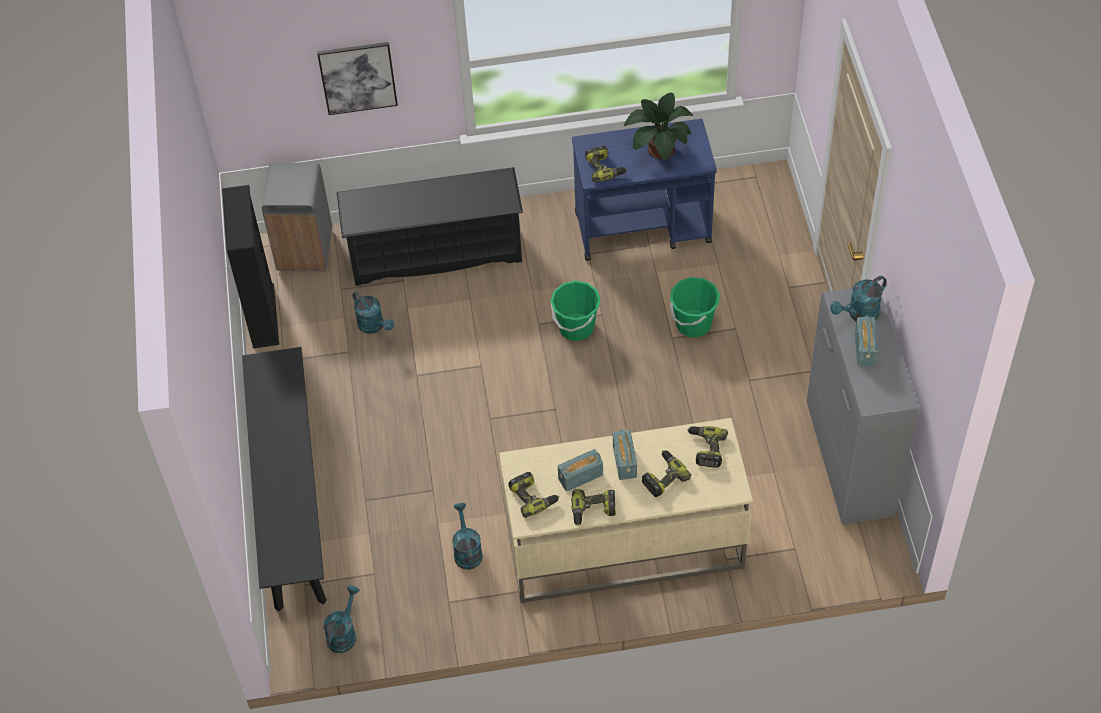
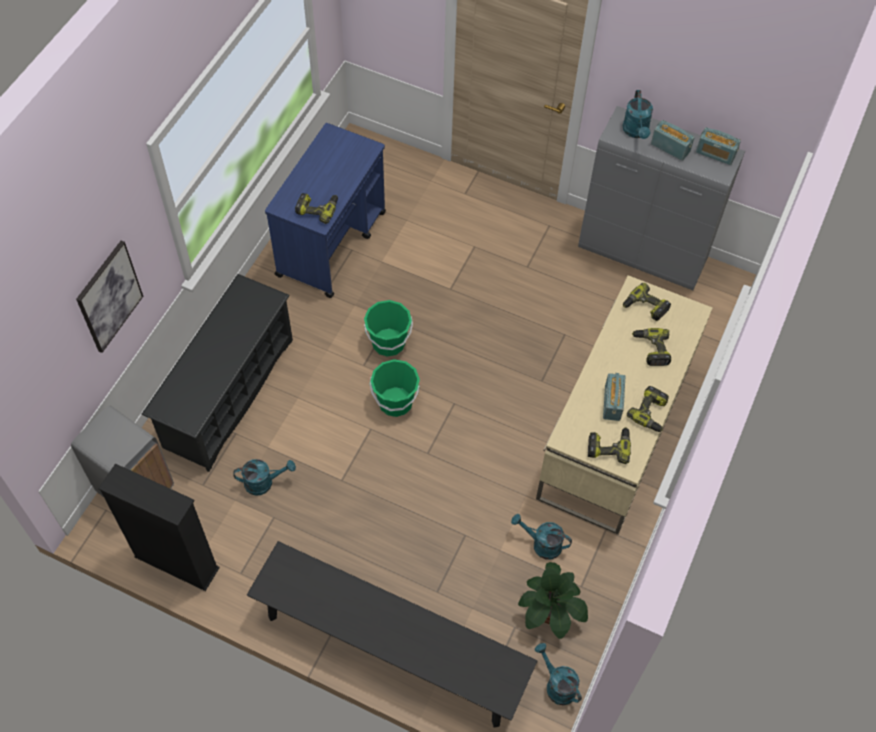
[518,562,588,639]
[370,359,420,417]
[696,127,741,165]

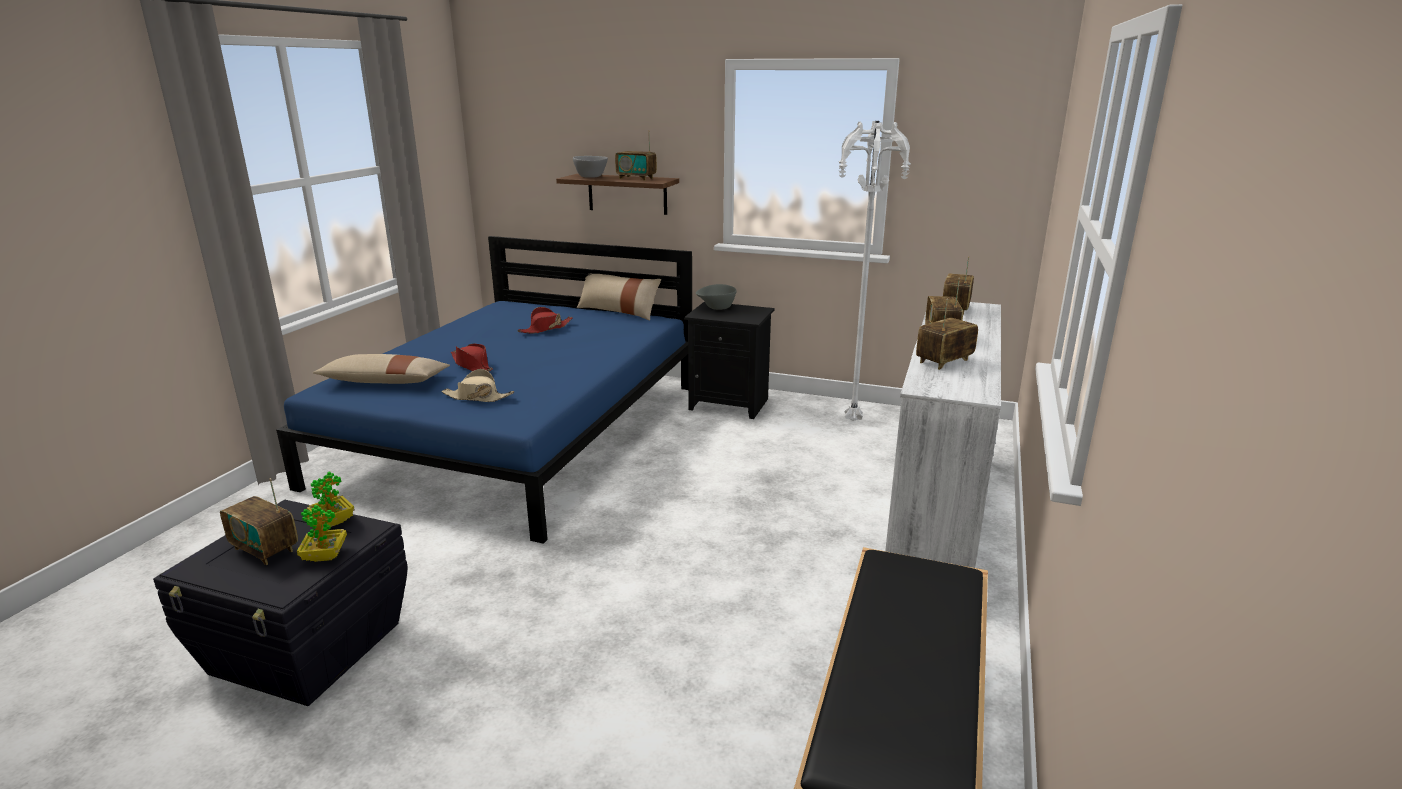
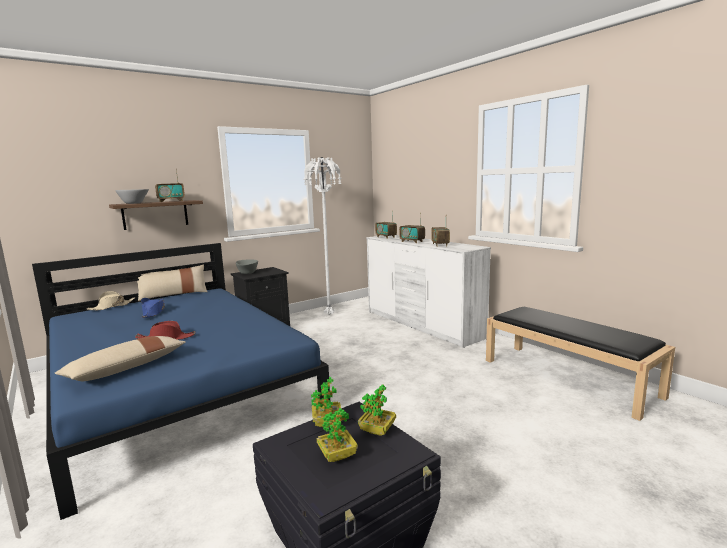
[141,298,165,318]
[86,291,135,310]
[317,408,358,462]

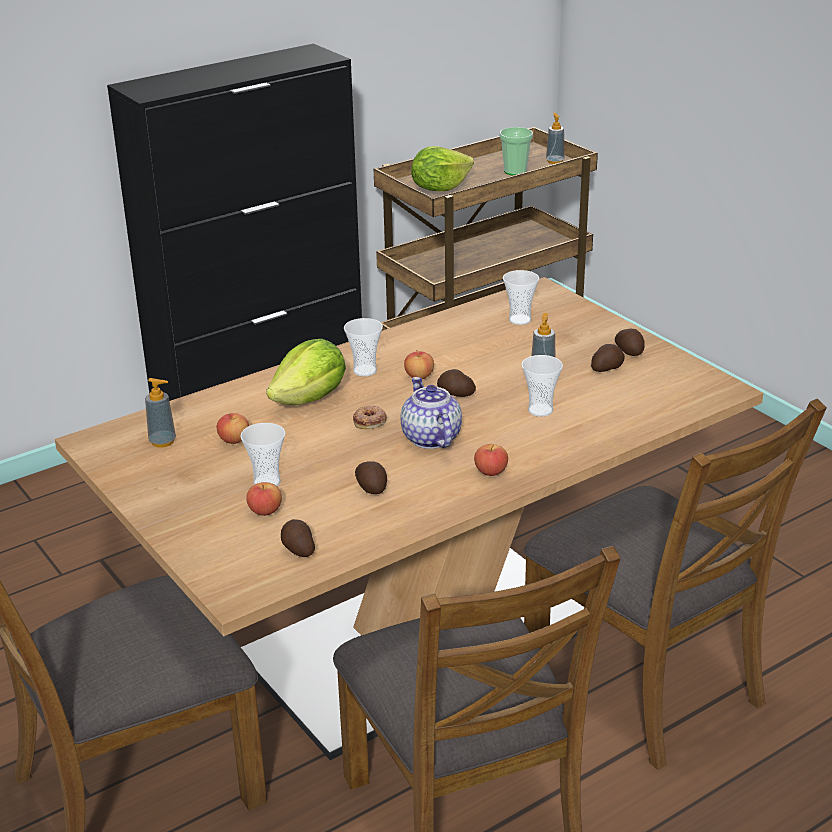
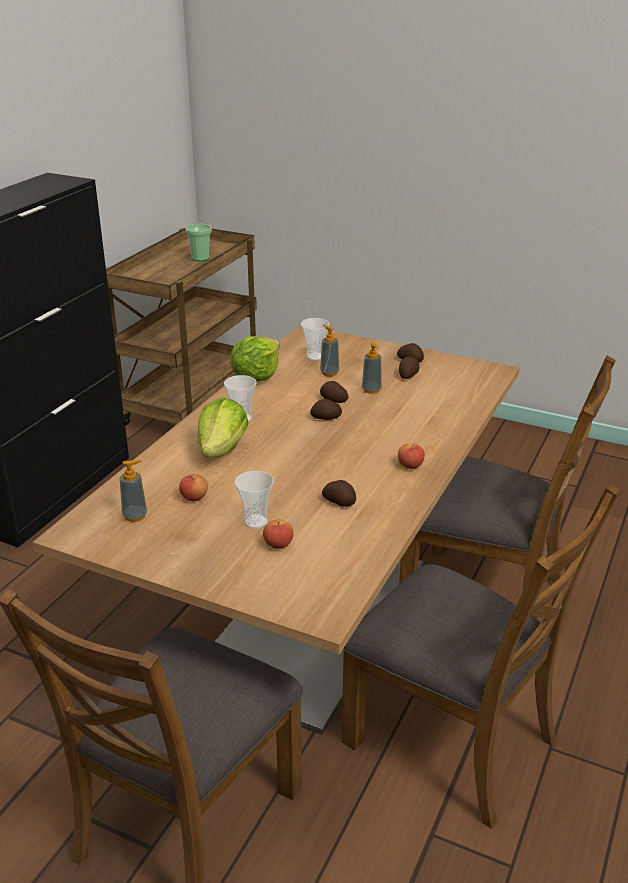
[320,325,339,377]
[230,336,280,381]
[404,350,434,379] (first image)
[522,355,563,417] (first image)
[401,377,462,449] (first image)
[353,405,387,429] (first image)
[320,381,349,403]

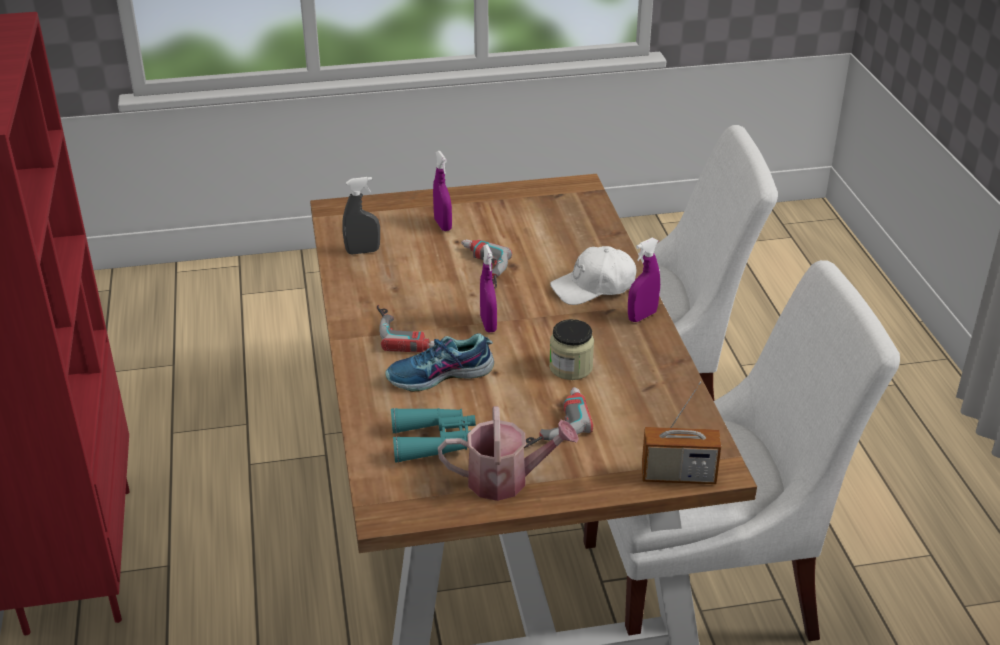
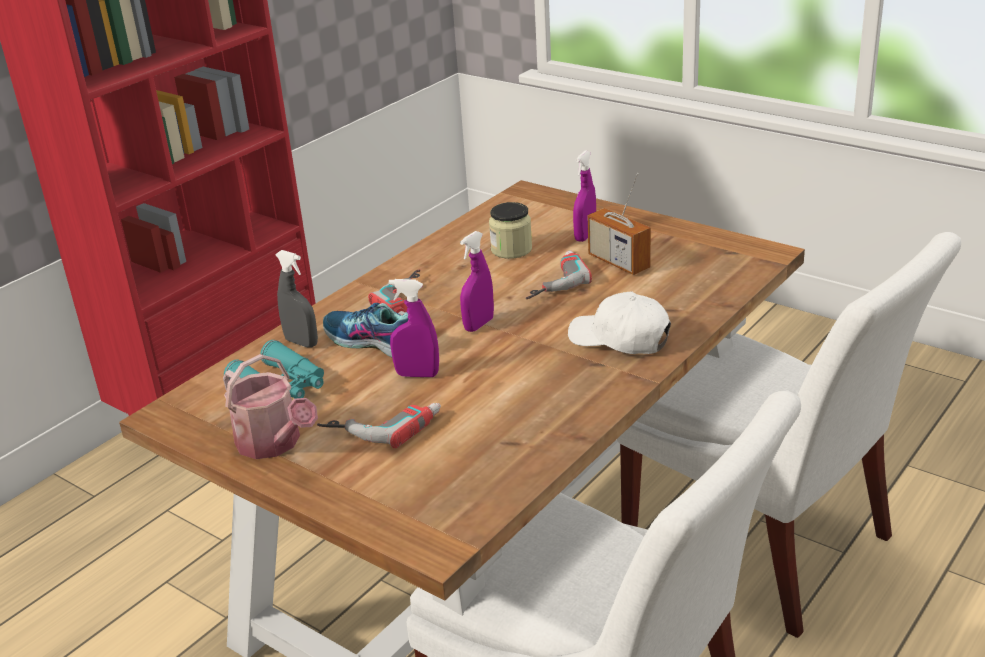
[275,250,318,347]
[389,279,439,377]
[489,202,532,259]
[588,173,651,275]

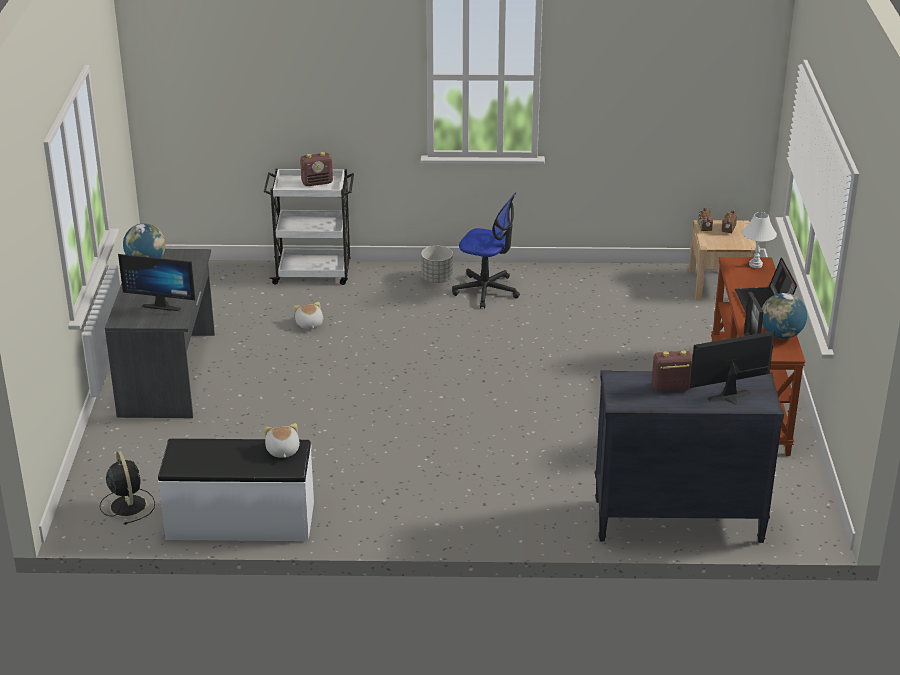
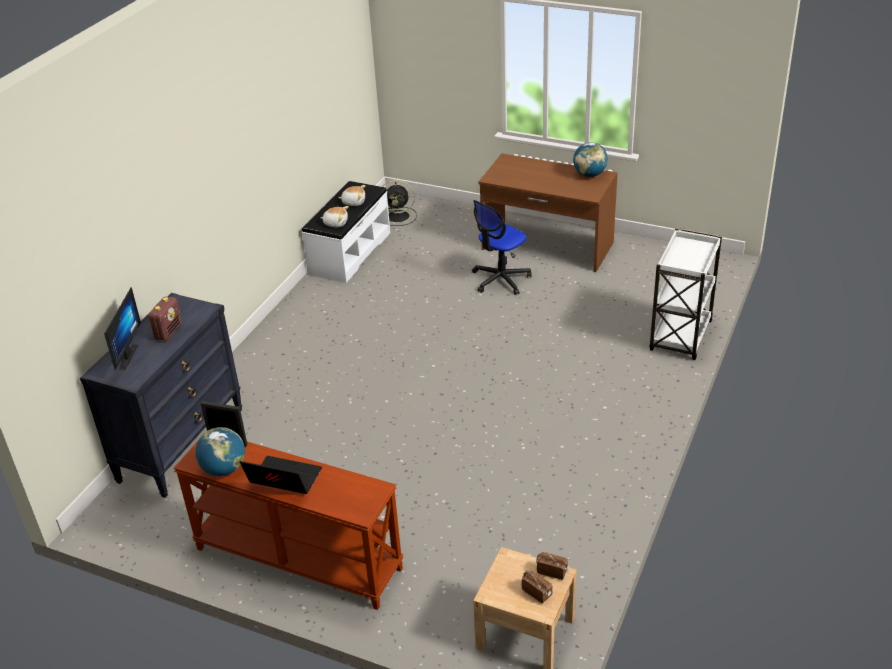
[300,152,333,186] (first image)
[472,200,532,295]
[742,212,777,268] (first image)
[421,246,453,283] (first image)
[478,153,618,272]
[118,254,195,311] (first image)
[339,185,366,206]

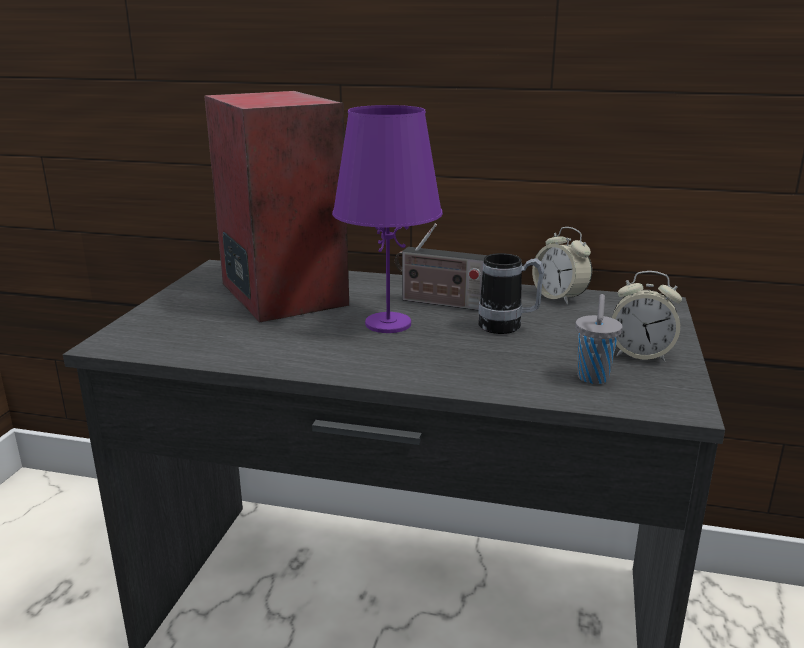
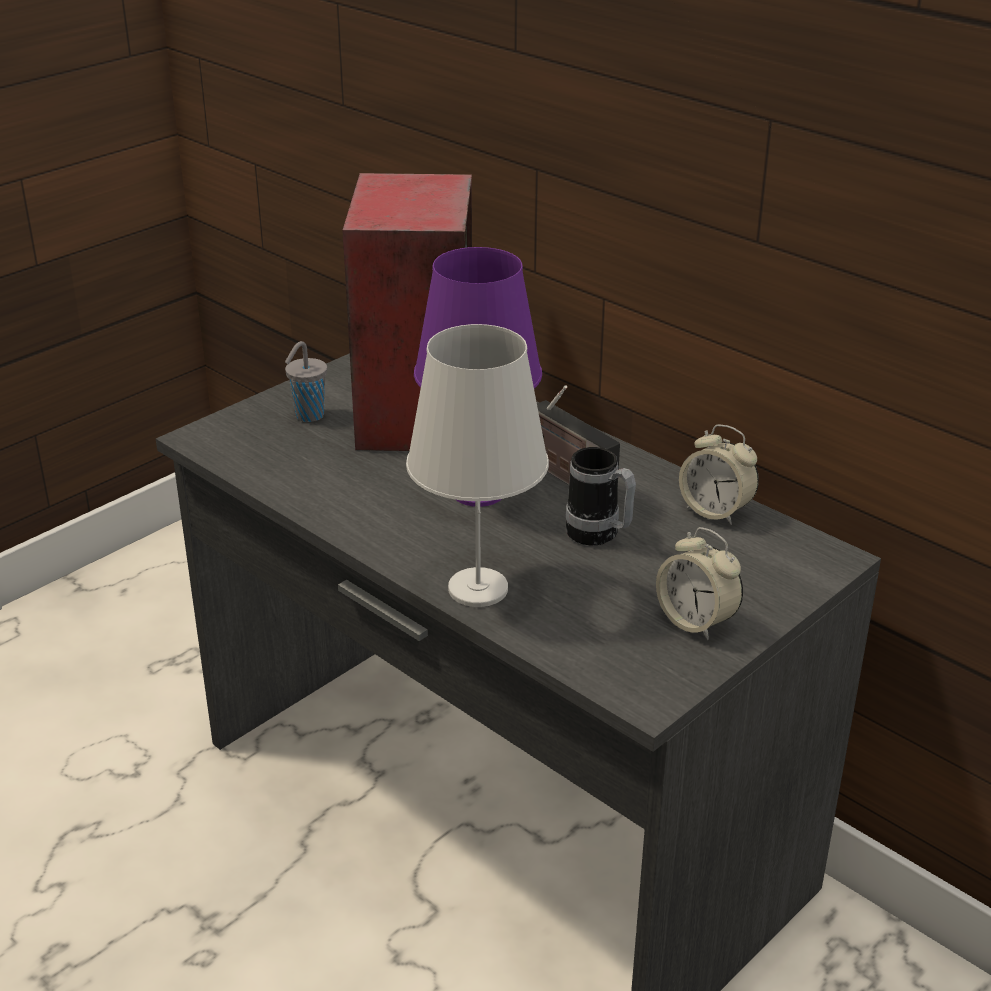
[679,425,759,525]
[285,341,327,422]
[406,324,549,607]

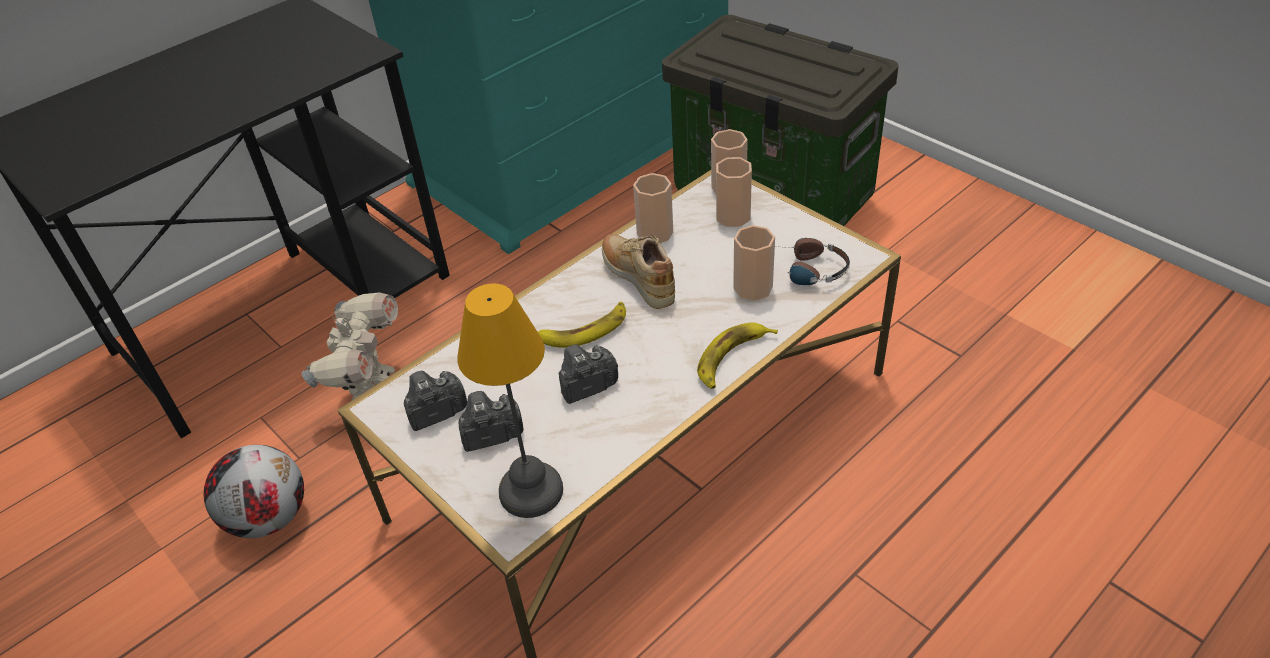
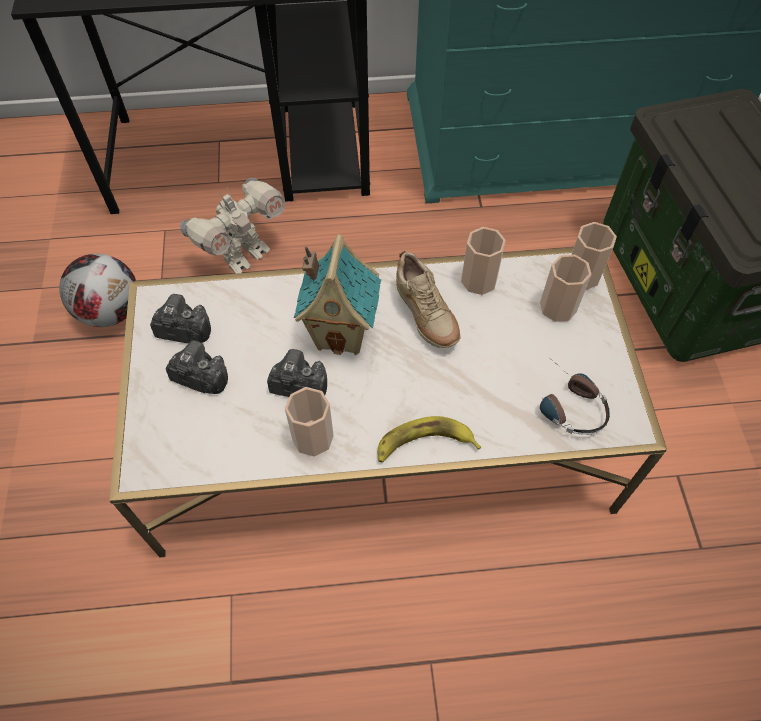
[285,387,334,456]
[396,250,461,348]
[458,283,563,518] (first image)
[294,234,381,355]

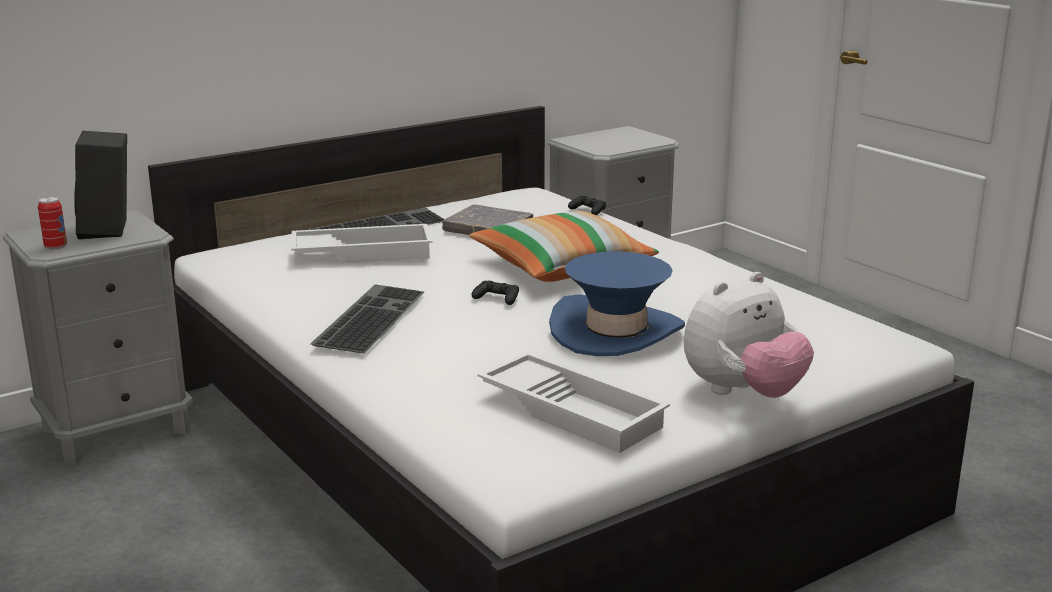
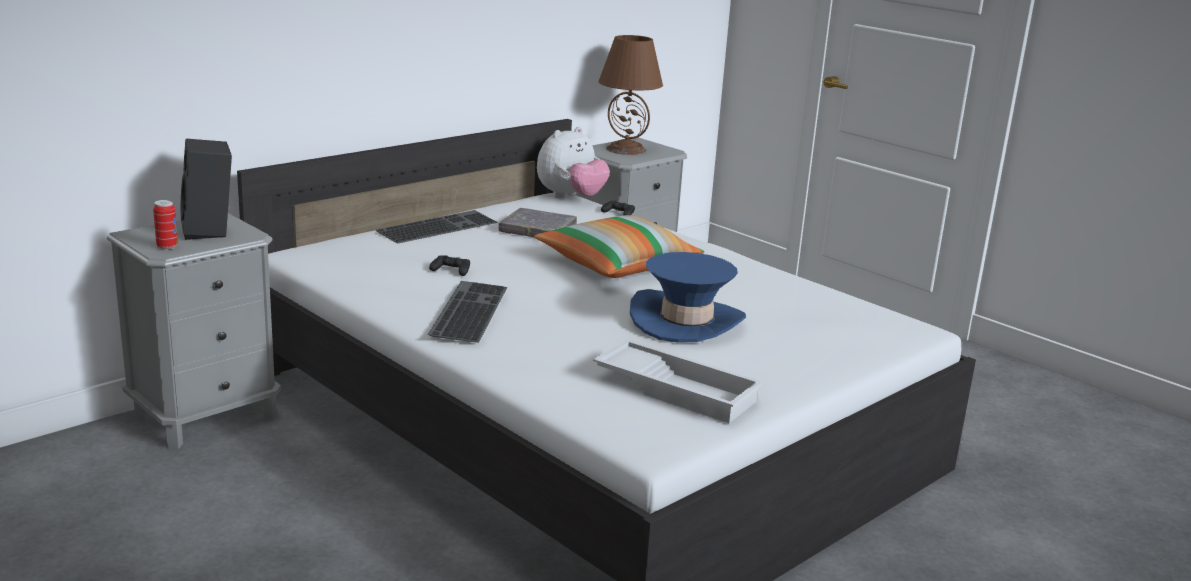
[291,224,432,263] (first image)
[537,127,610,198]
[429,255,470,276]
[599,35,663,155]

